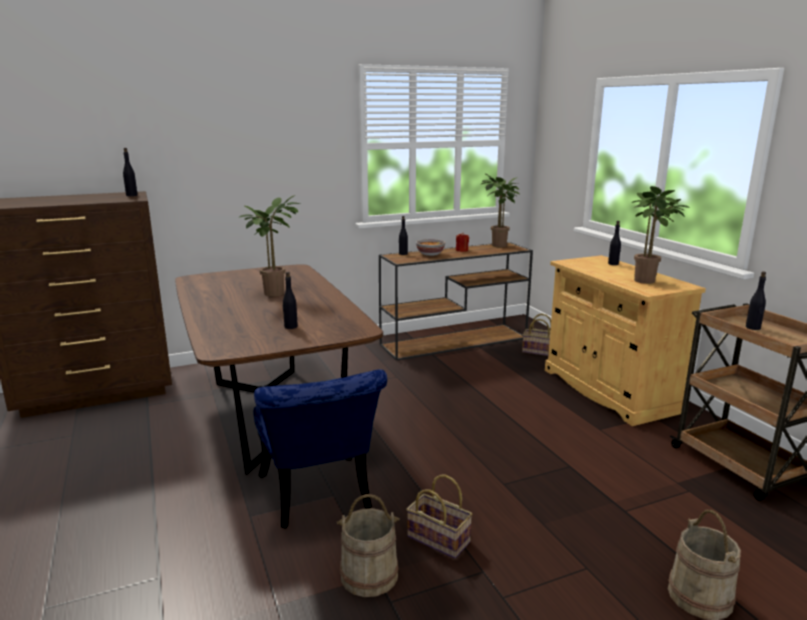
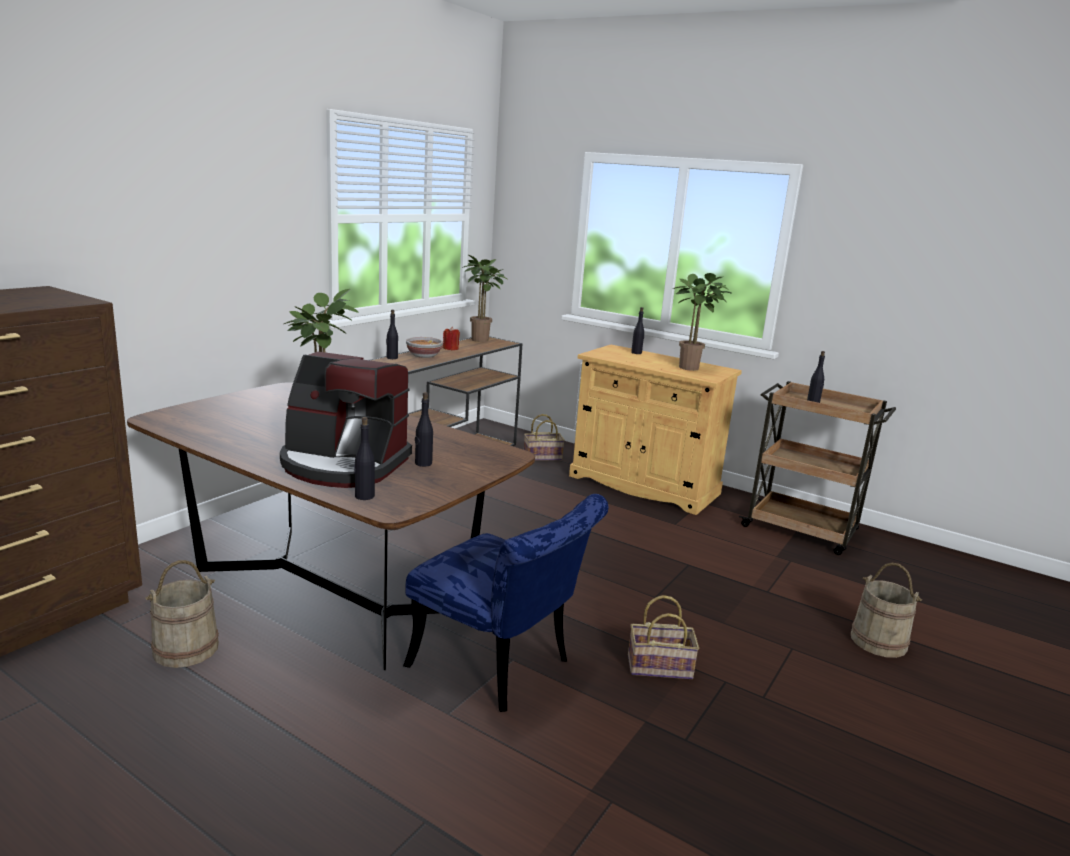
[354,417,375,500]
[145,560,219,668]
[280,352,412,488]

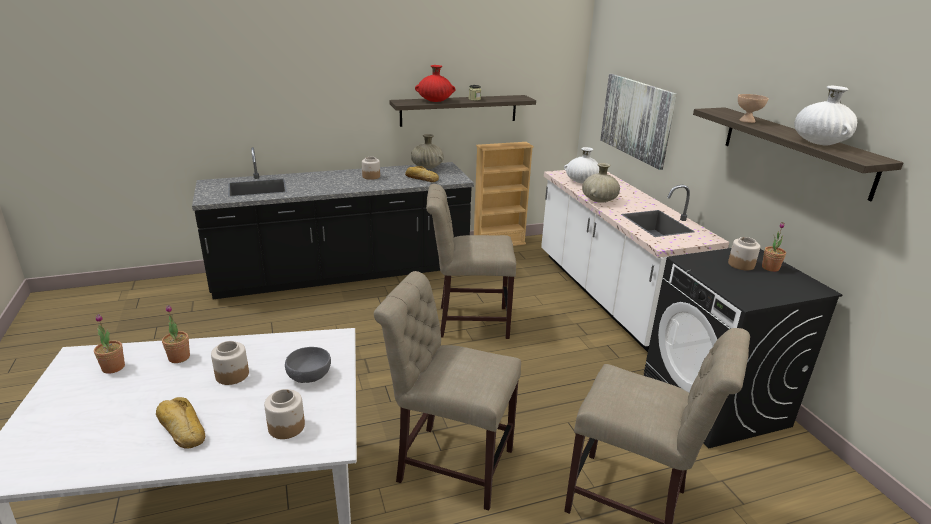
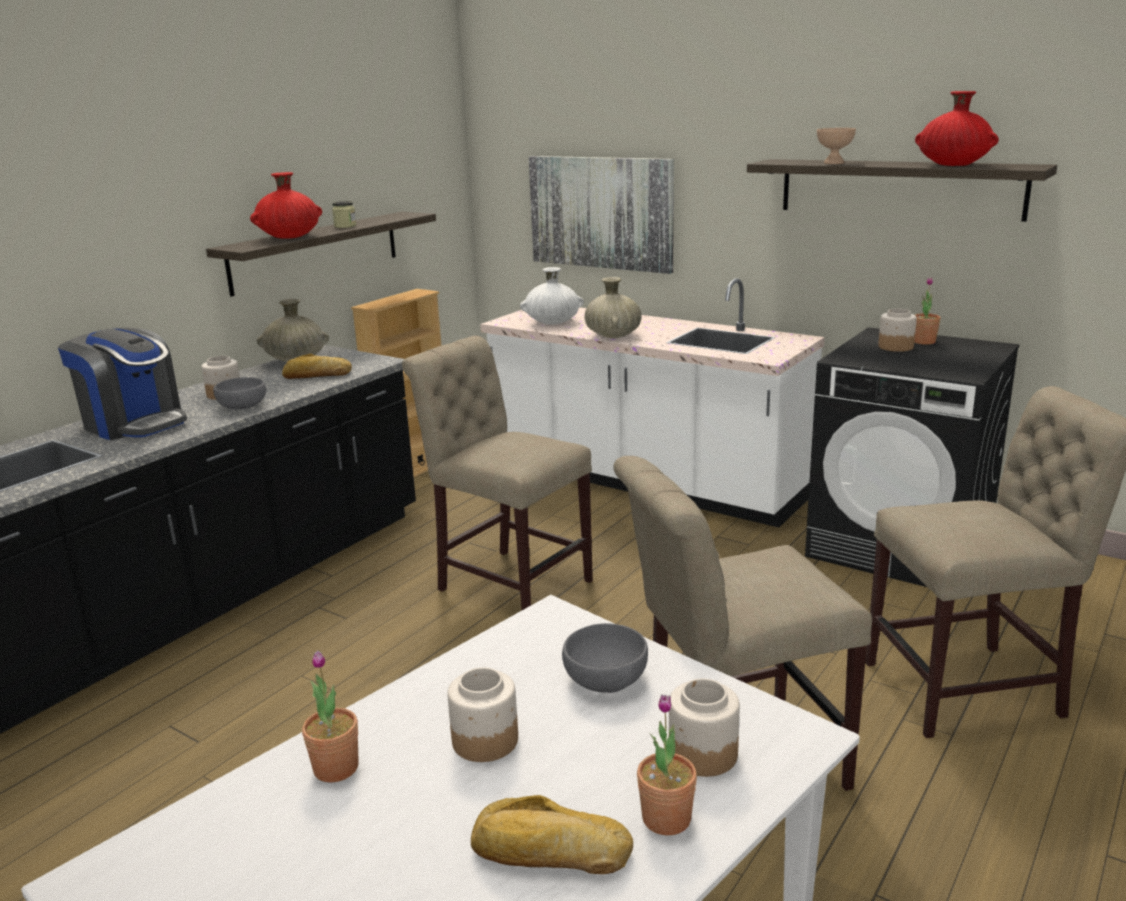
[915,91,999,166]
[402,336,593,610]
[637,694,697,836]
[58,328,187,440]
[213,377,266,409]

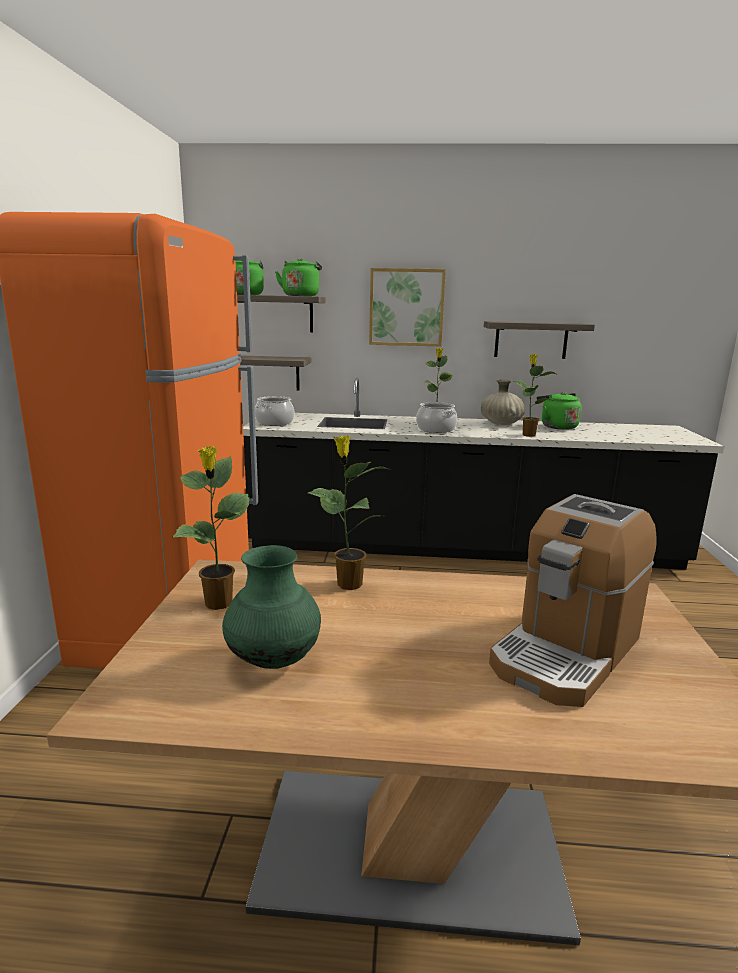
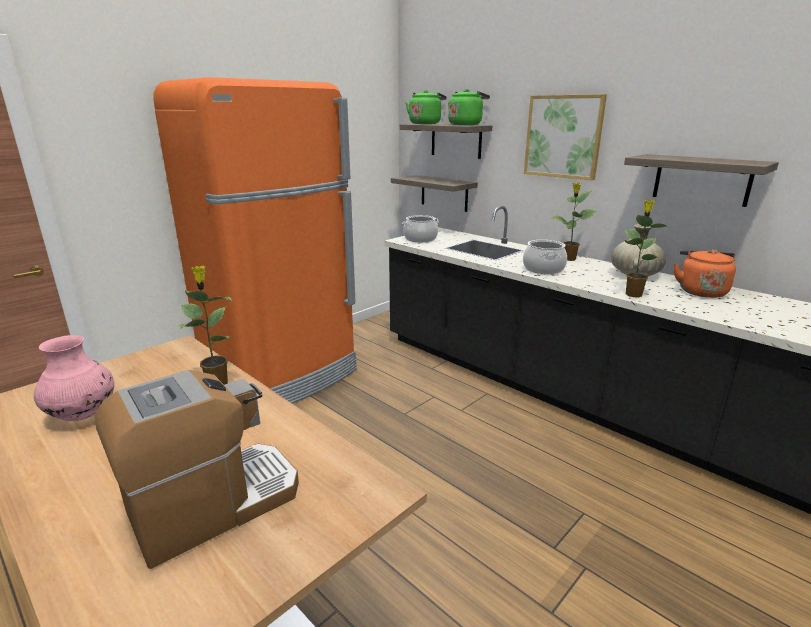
[674,249,736,298]
[172,446,250,610] (first image)
[95,370,299,569]
[34,335,114,421]

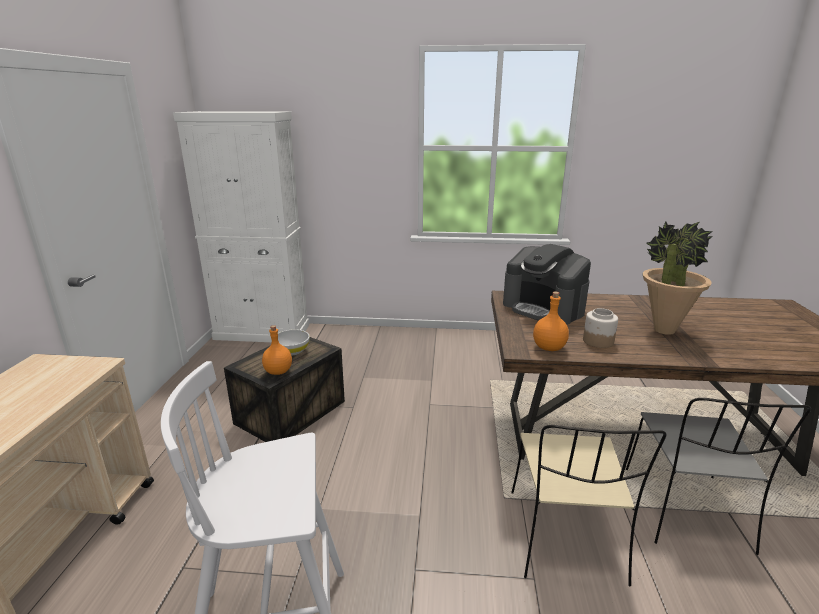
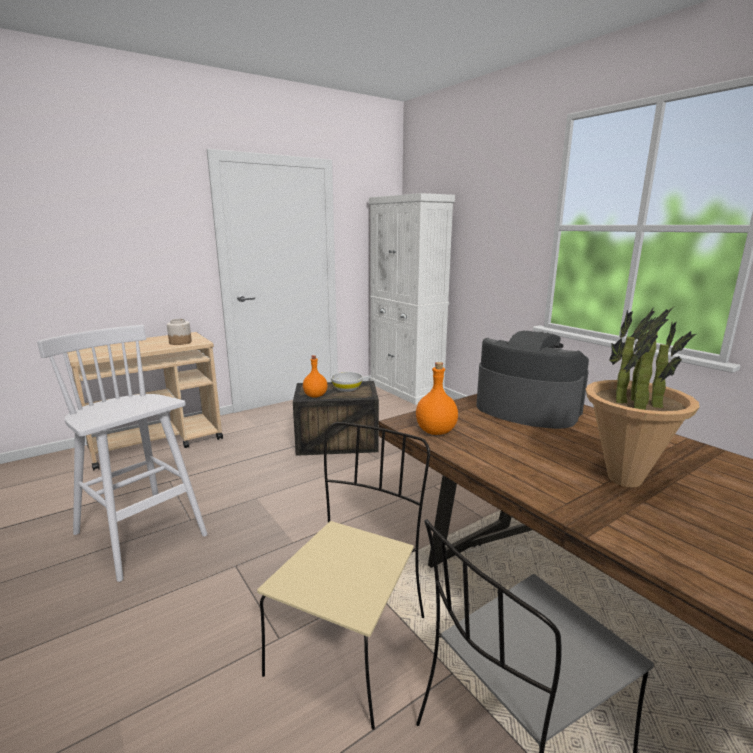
[476,331,589,429]
[167,319,192,345]
[257,422,430,730]

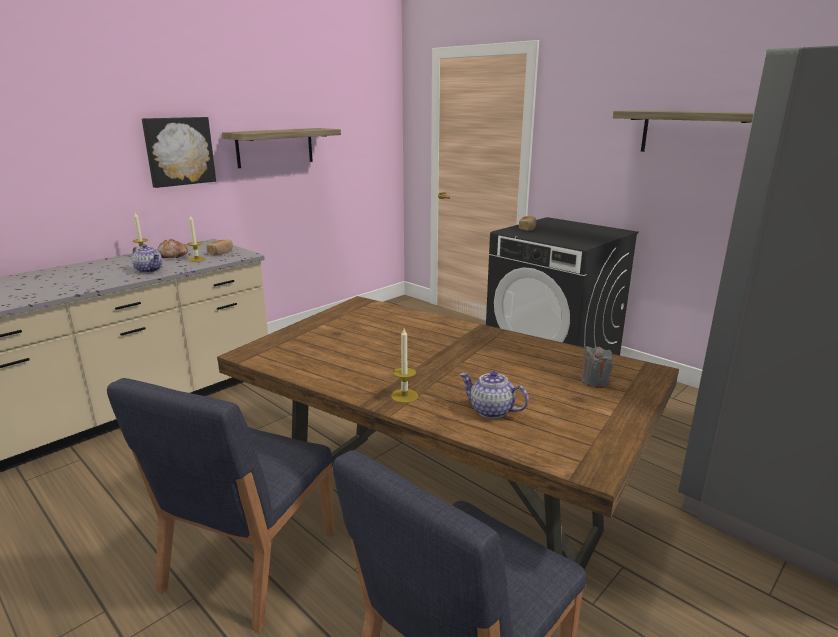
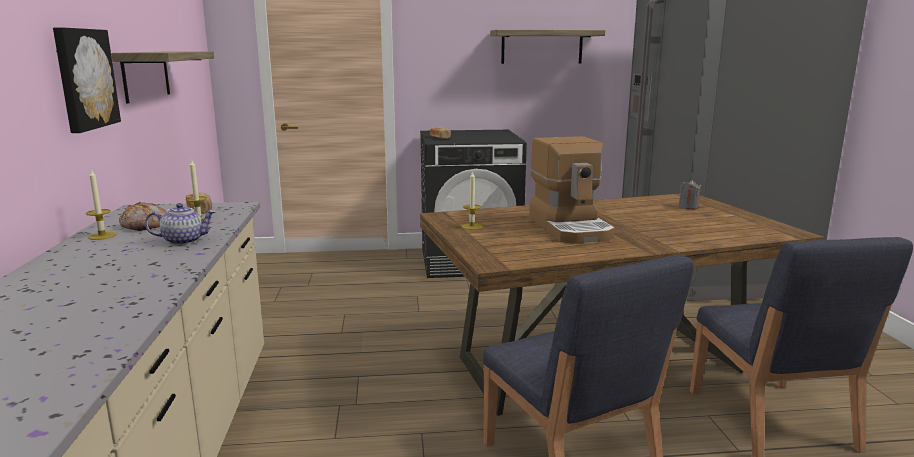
[462,171,483,230]
[460,371,529,419] (first image)
[529,136,615,244]

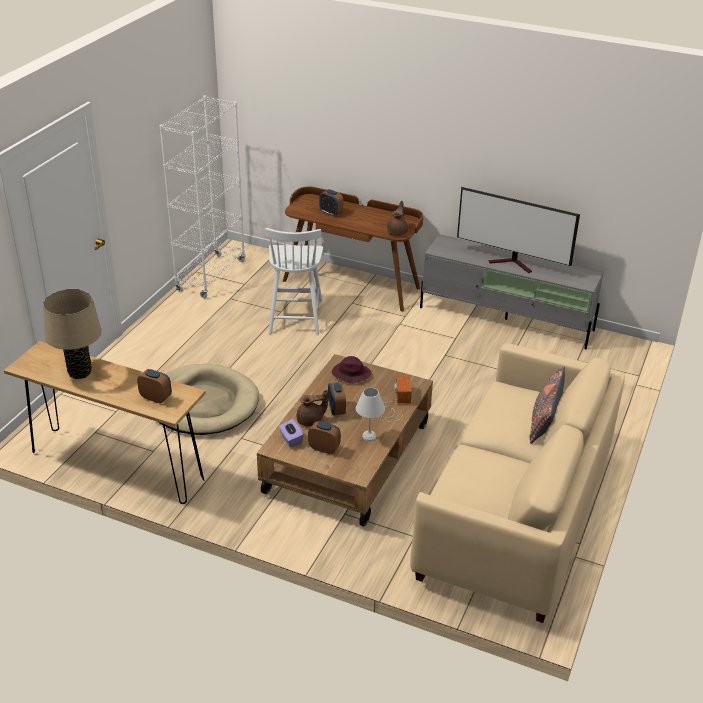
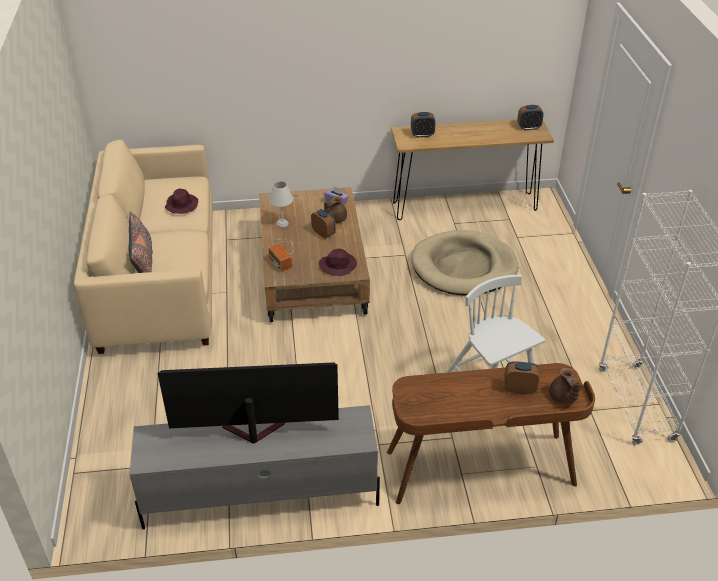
[549,368,580,404]
[43,289,102,379] (first image)
[517,105,544,130]
[165,189,198,214]

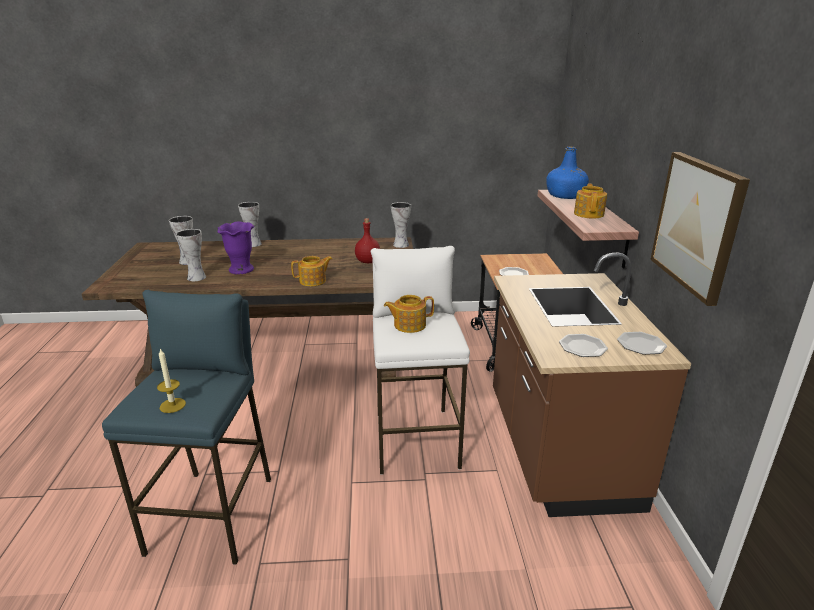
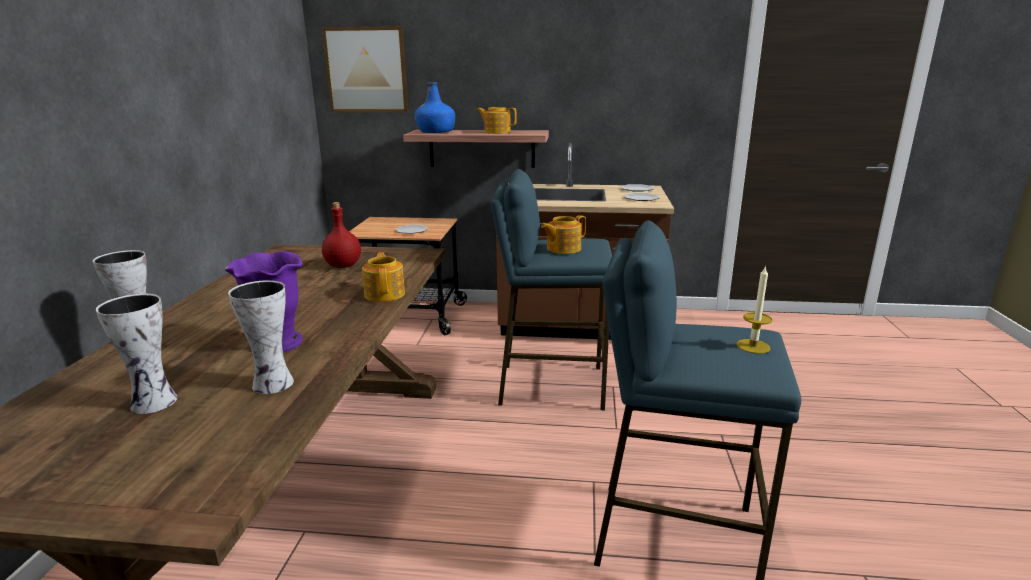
[322,26,409,112]
[391,202,411,248] (first image)
[490,169,612,410]
[541,215,586,254]

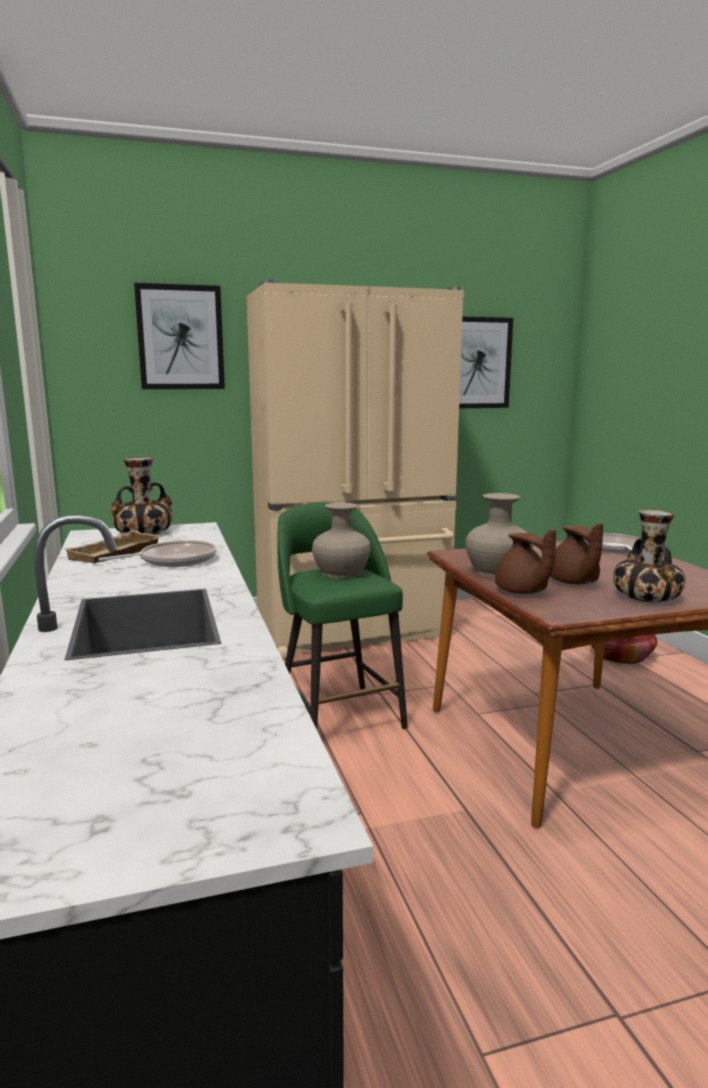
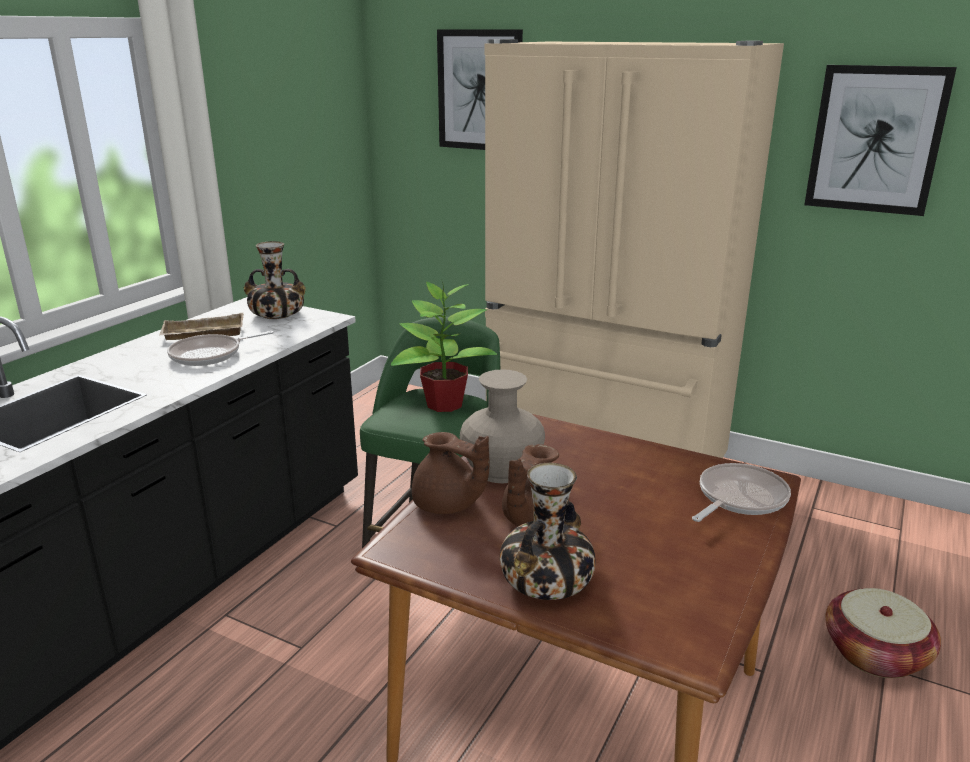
[391,279,497,412]
[412,432,489,514]
[167,331,274,366]

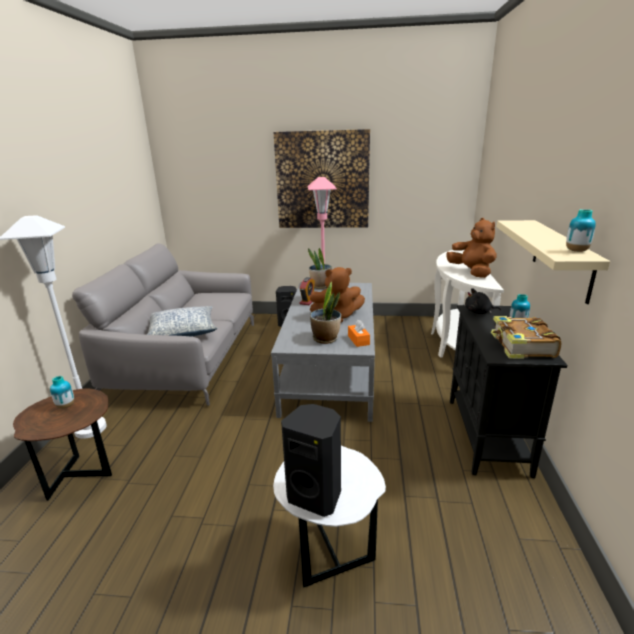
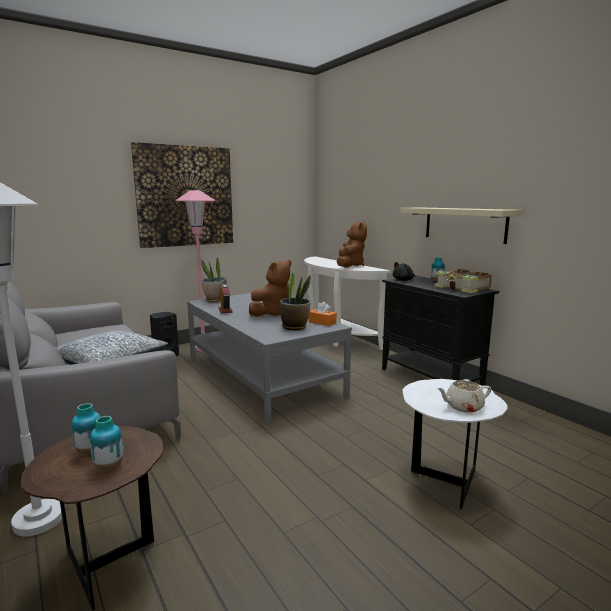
[90,416,123,471]
[337,221,367,268]
[437,379,491,413]

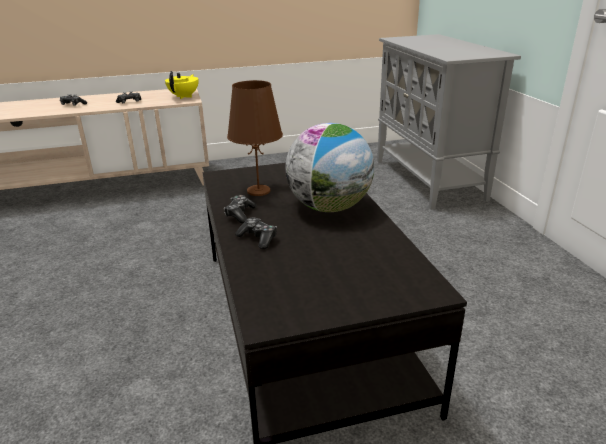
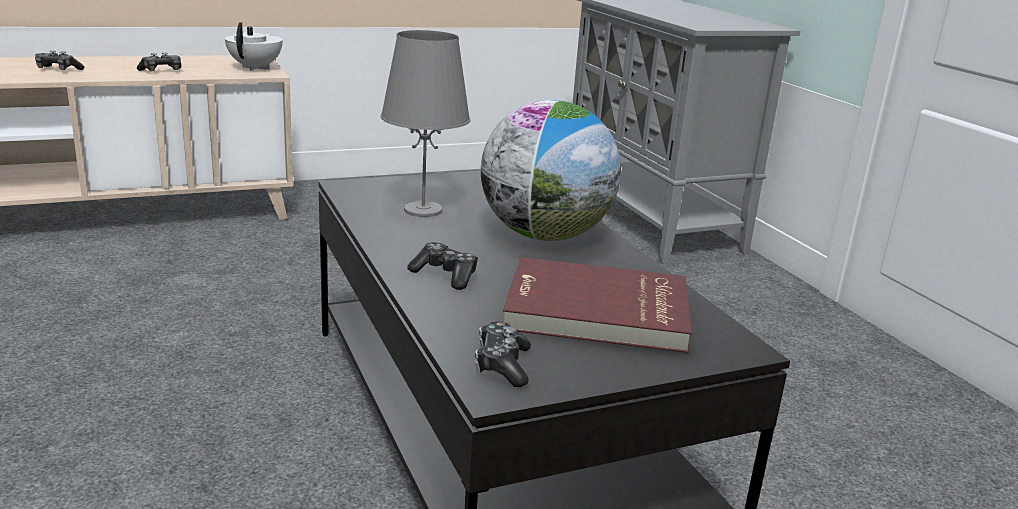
[225,22,283,71]
[380,30,470,217]
[475,321,531,387]
[503,257,692,353]

